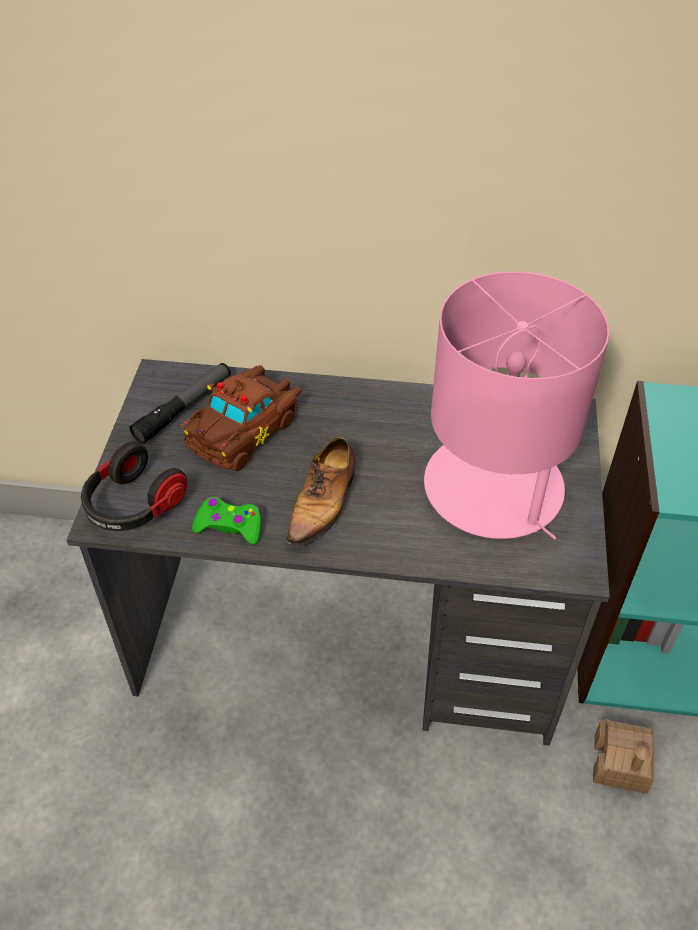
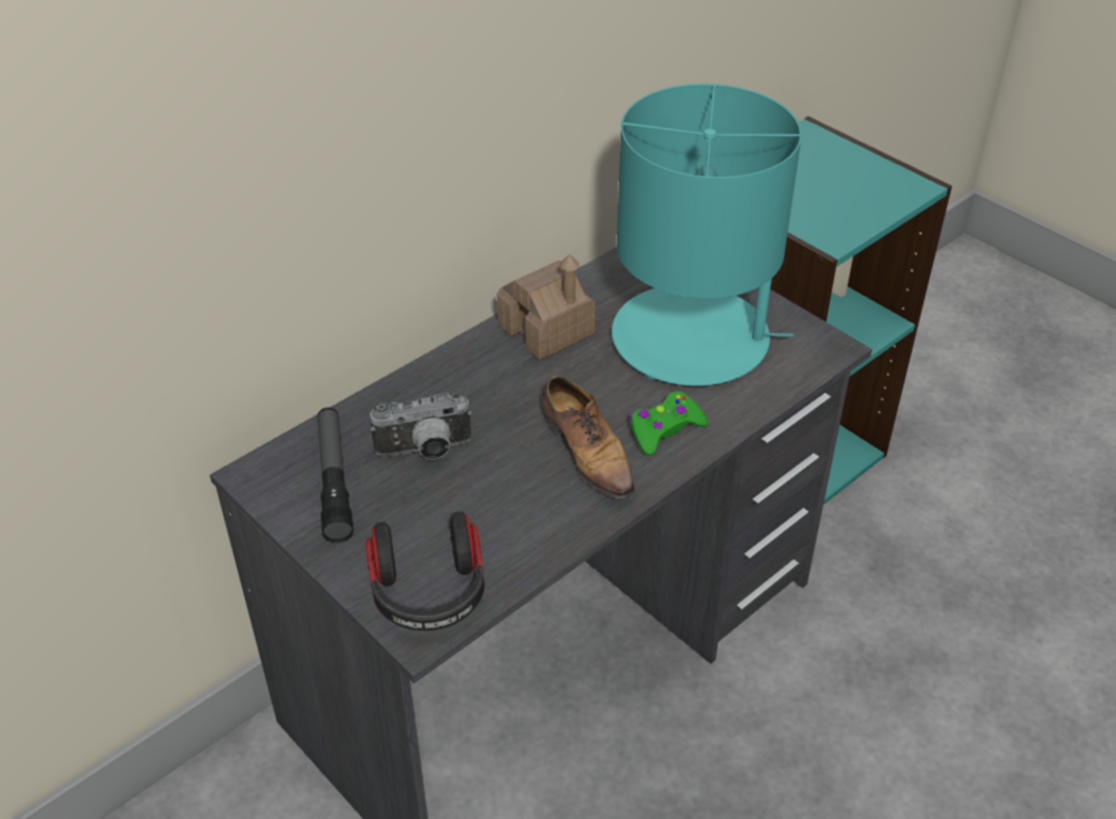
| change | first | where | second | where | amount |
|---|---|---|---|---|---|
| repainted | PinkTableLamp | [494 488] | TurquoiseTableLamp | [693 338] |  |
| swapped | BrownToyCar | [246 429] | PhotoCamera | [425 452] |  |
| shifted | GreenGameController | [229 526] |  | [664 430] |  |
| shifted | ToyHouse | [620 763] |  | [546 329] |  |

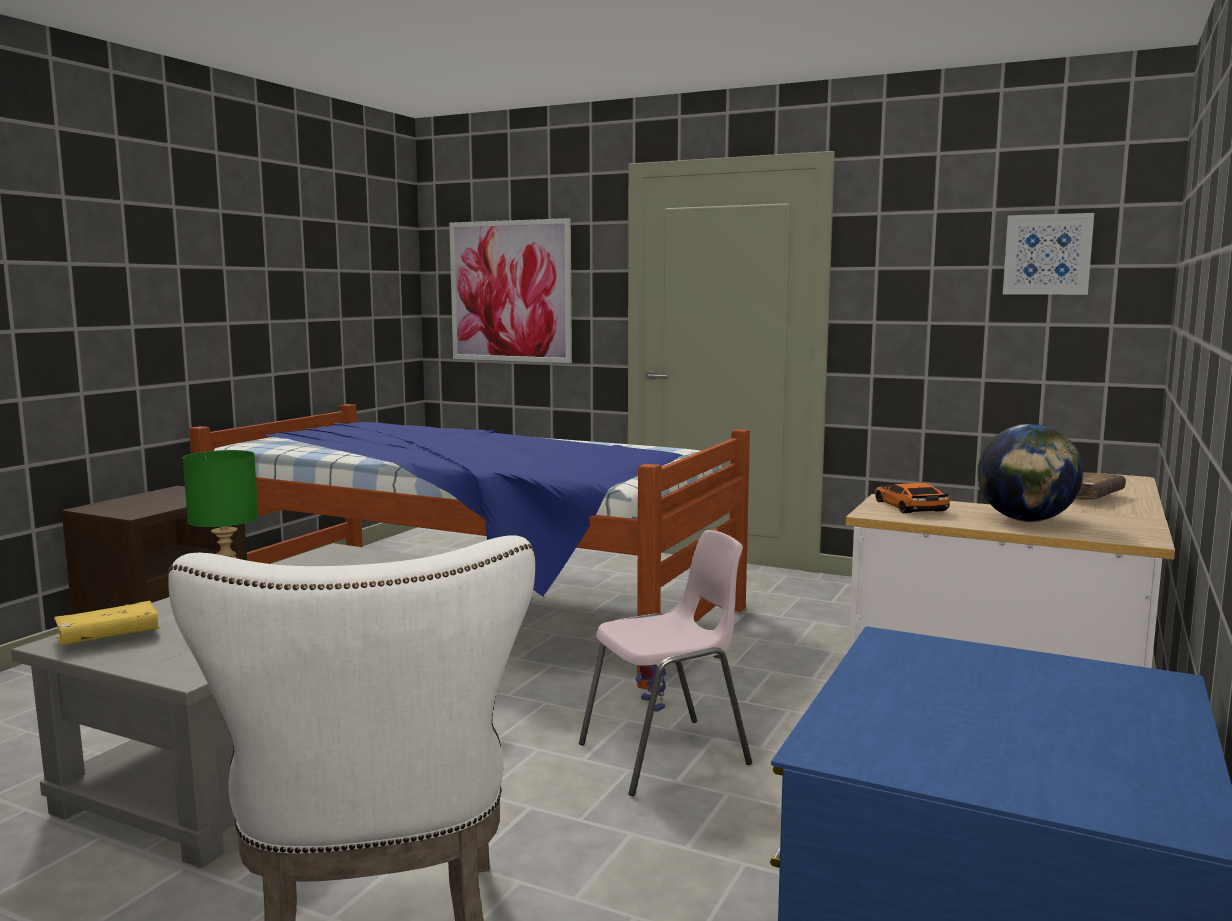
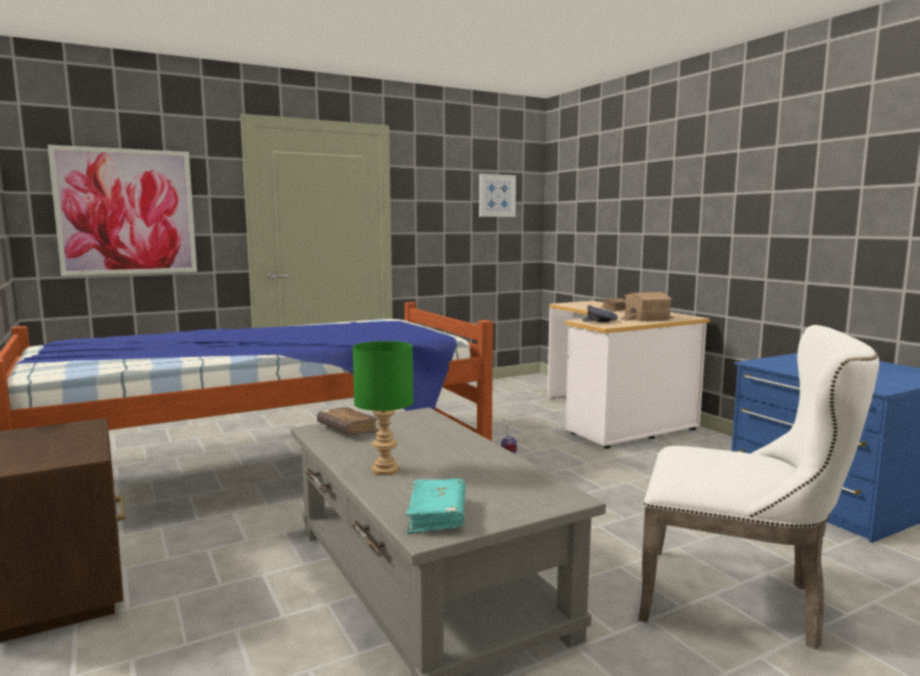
| change | first | where | second | where | amount |
|---|---|---|---|---|---|
| swapped | Globe | [1025 521] | ToyHouse | [647 318] |  |
| swapped | ToyCar | [908 506] | GreyCap | [600 321] |  |
| gone | PinkChair | [667 755] |  |  |  |
| repainted | YellowBook | [108 637] | TurquoiseBook | [437 515] |  |
| new |  |  | BrownBook | [348 429] |  |

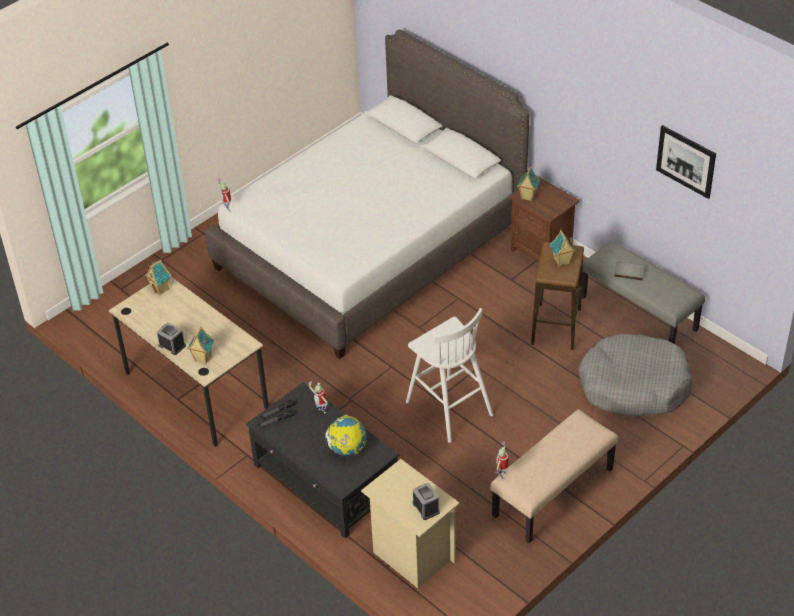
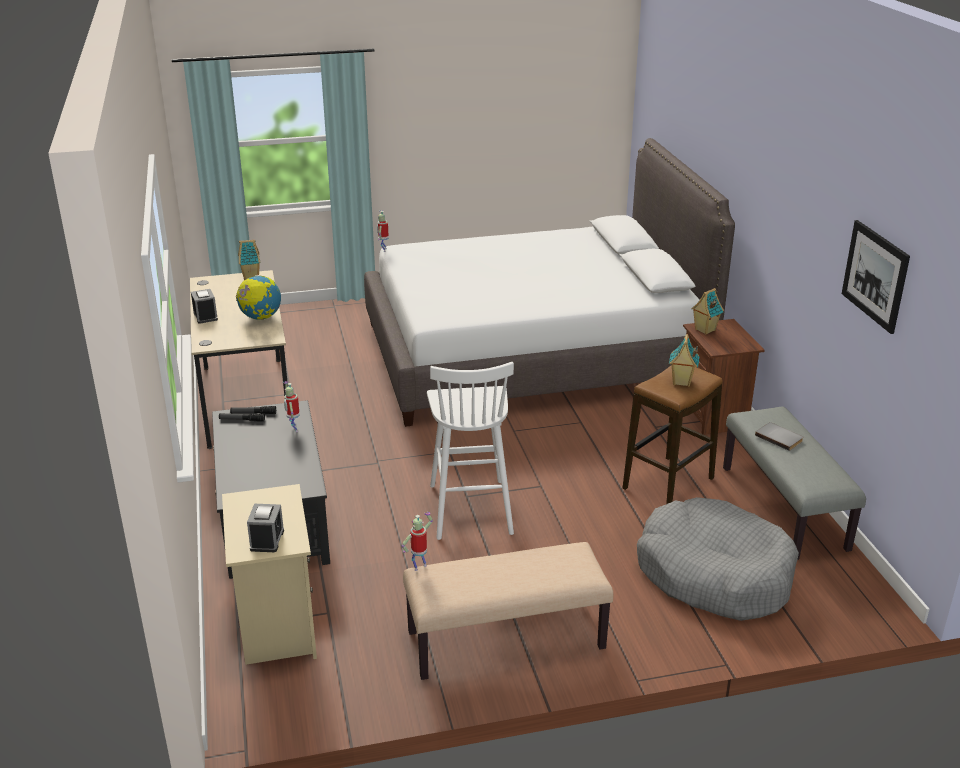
| change | first | where | second | where | amount |
|---|---|---|---|---|---|
| gone | ToyHouse | [202 358] |  |  |  |
| shifted | Globe | [347 449] |  | [260 318] |  |

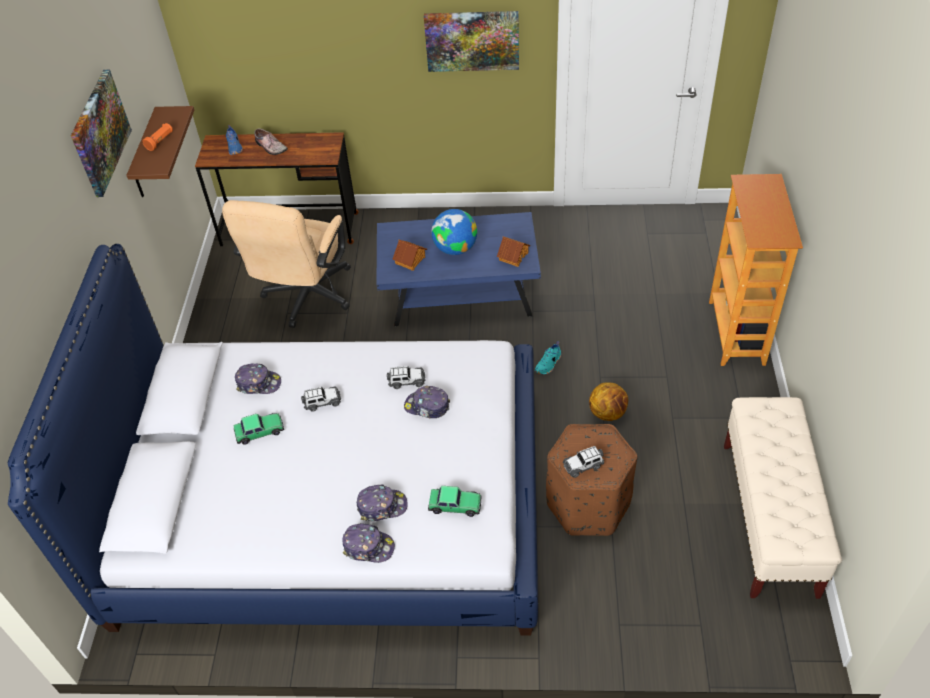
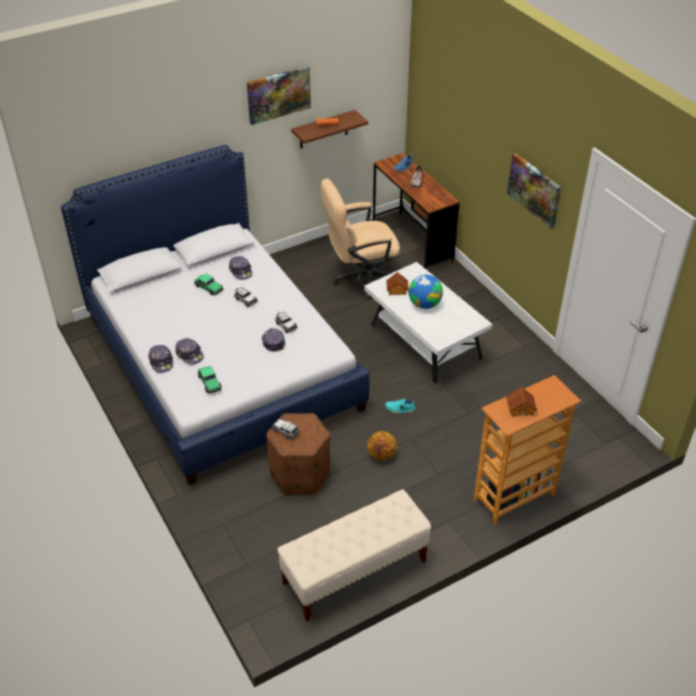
| change | first | where | second | where | amount |
|---|---|---|---|---|---|
| repainted | BlueCoffeeTable | [460 294] | WhiteCoffeeTable | [425 342] |  |
| shifted | ToyHouse | [513 256] |  | [520 408] |  |

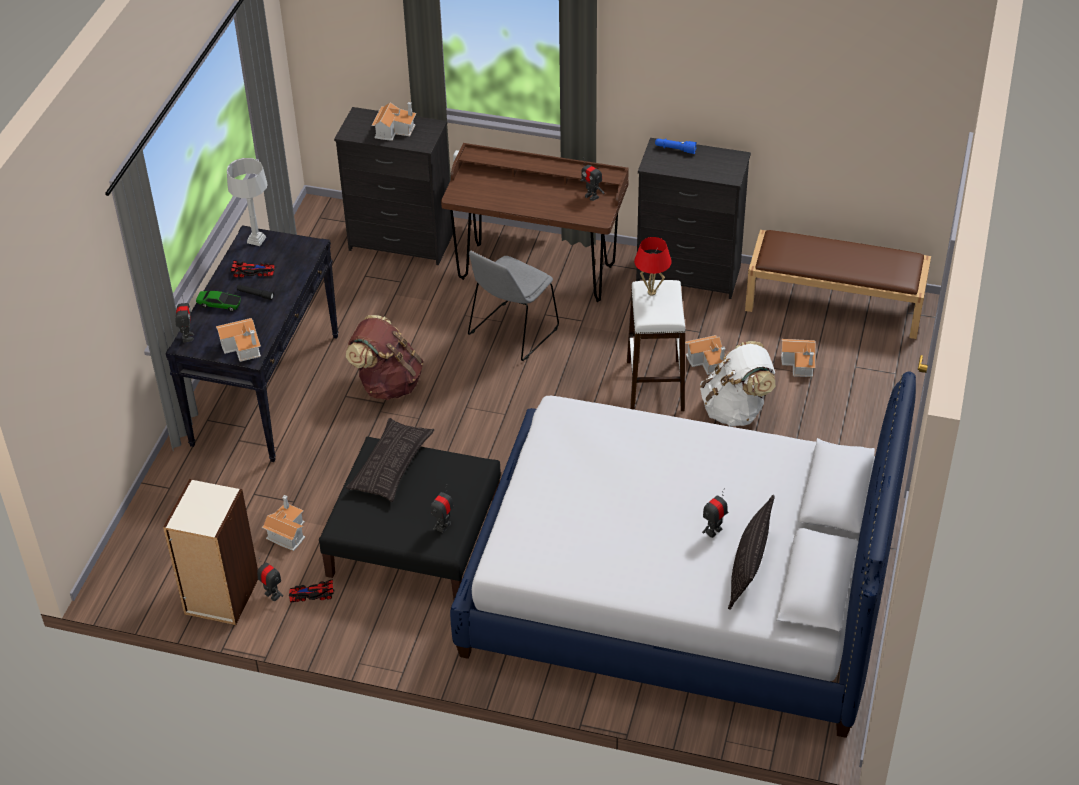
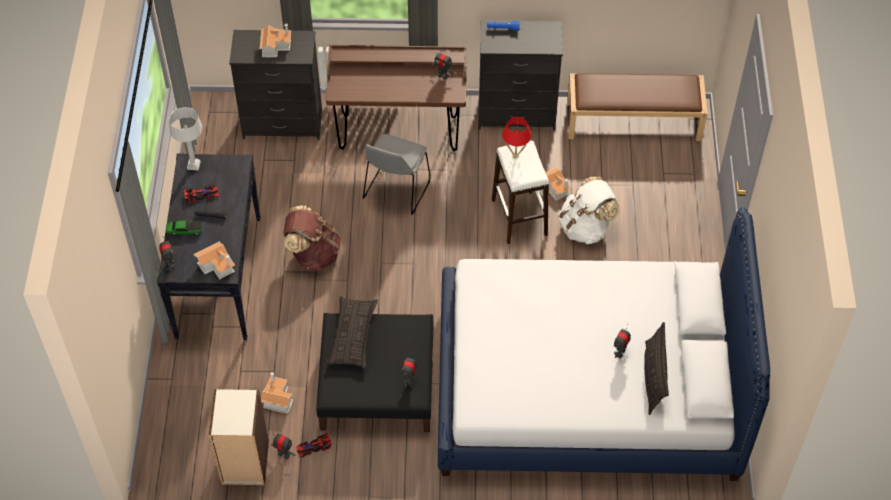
| change | first | where | second | where | amount |
|---|---|---|---|---|---|
| gone | ToyHouse | [800 363] |  |  |  |

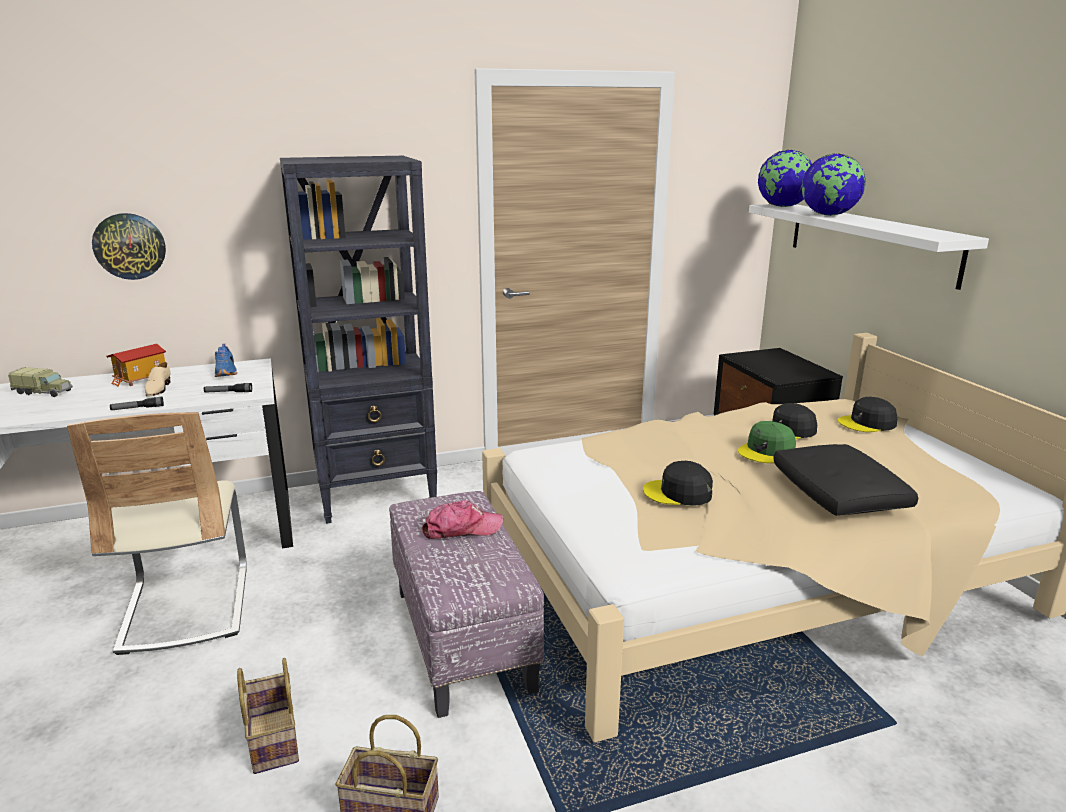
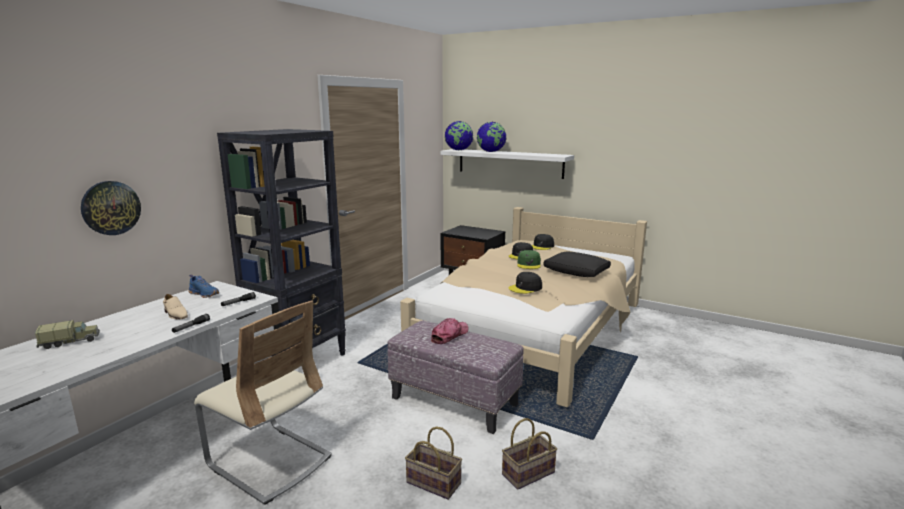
| change | first | where | second | where | amount |
|---|---|---|---|---|---|
| gone | ToyHouse | [141 379] |  |  |  |

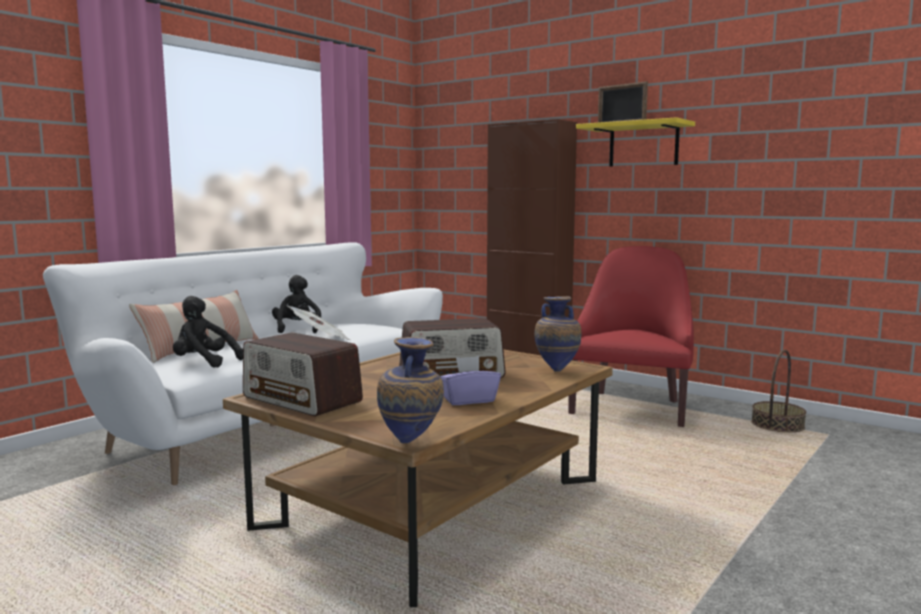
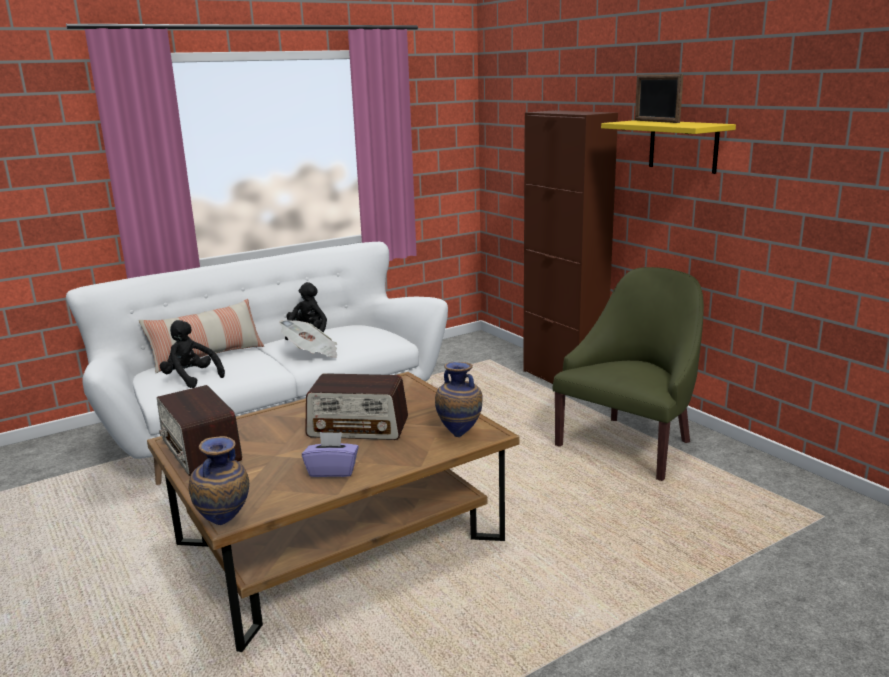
| change | first | where | second | where | amount |
|---|---|---|---|---|---|
| repainted | RedArmchair | [631 407] | GreenArmchair | [630 444] |  |
| gone | Basket | [777 425] |  |  |  |

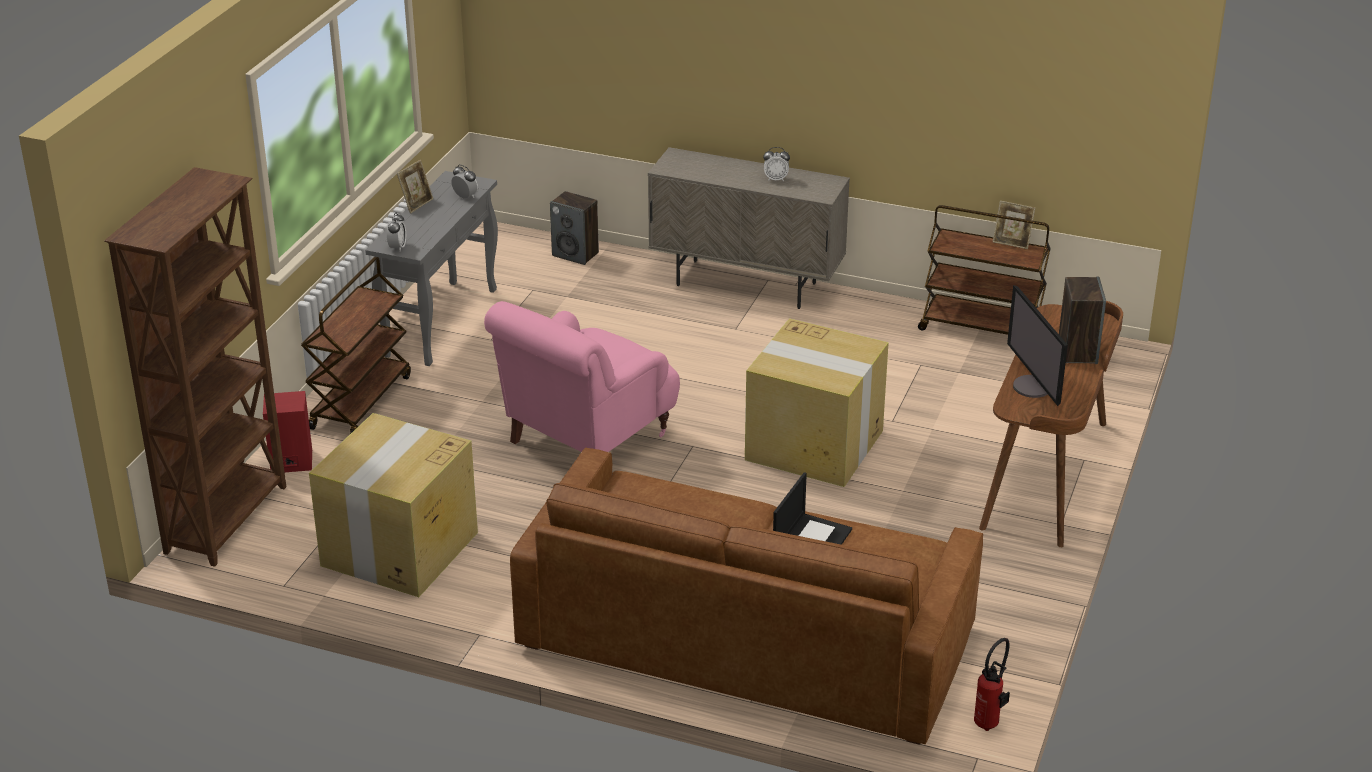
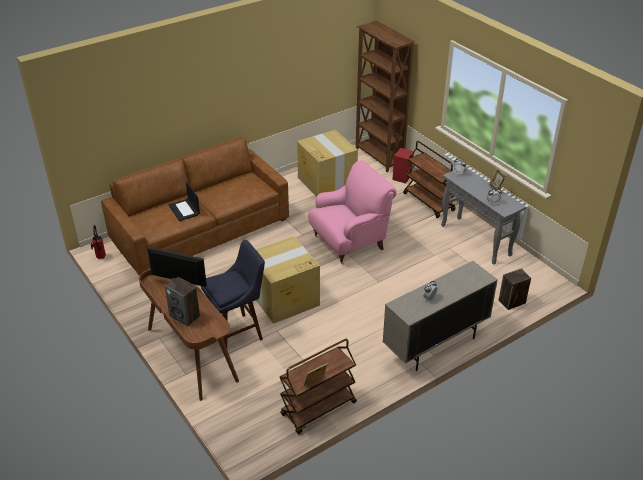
| change | first | where | second | where | amount |
|---|---|---|---|---|---|
| rotated | PinkArmchair | [586 440] |  | [350 243] | 75 degrees clockwise |
| new |  |  | BlueStool | [238 333] |  |

